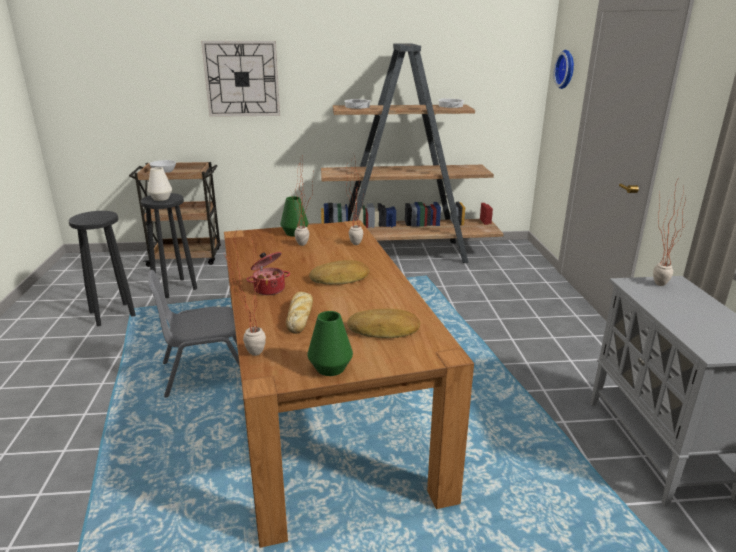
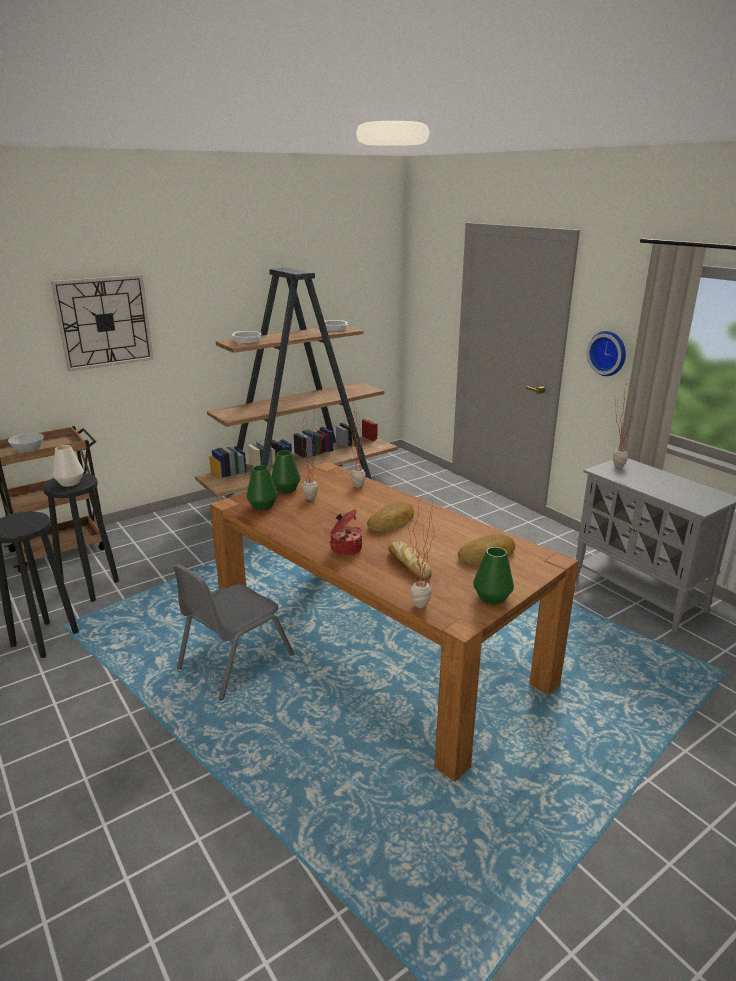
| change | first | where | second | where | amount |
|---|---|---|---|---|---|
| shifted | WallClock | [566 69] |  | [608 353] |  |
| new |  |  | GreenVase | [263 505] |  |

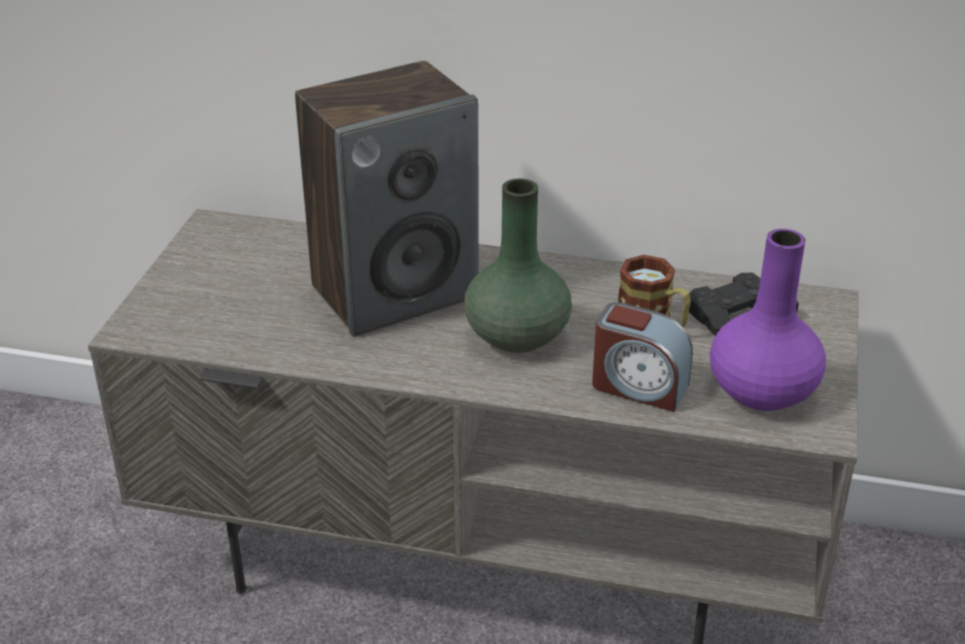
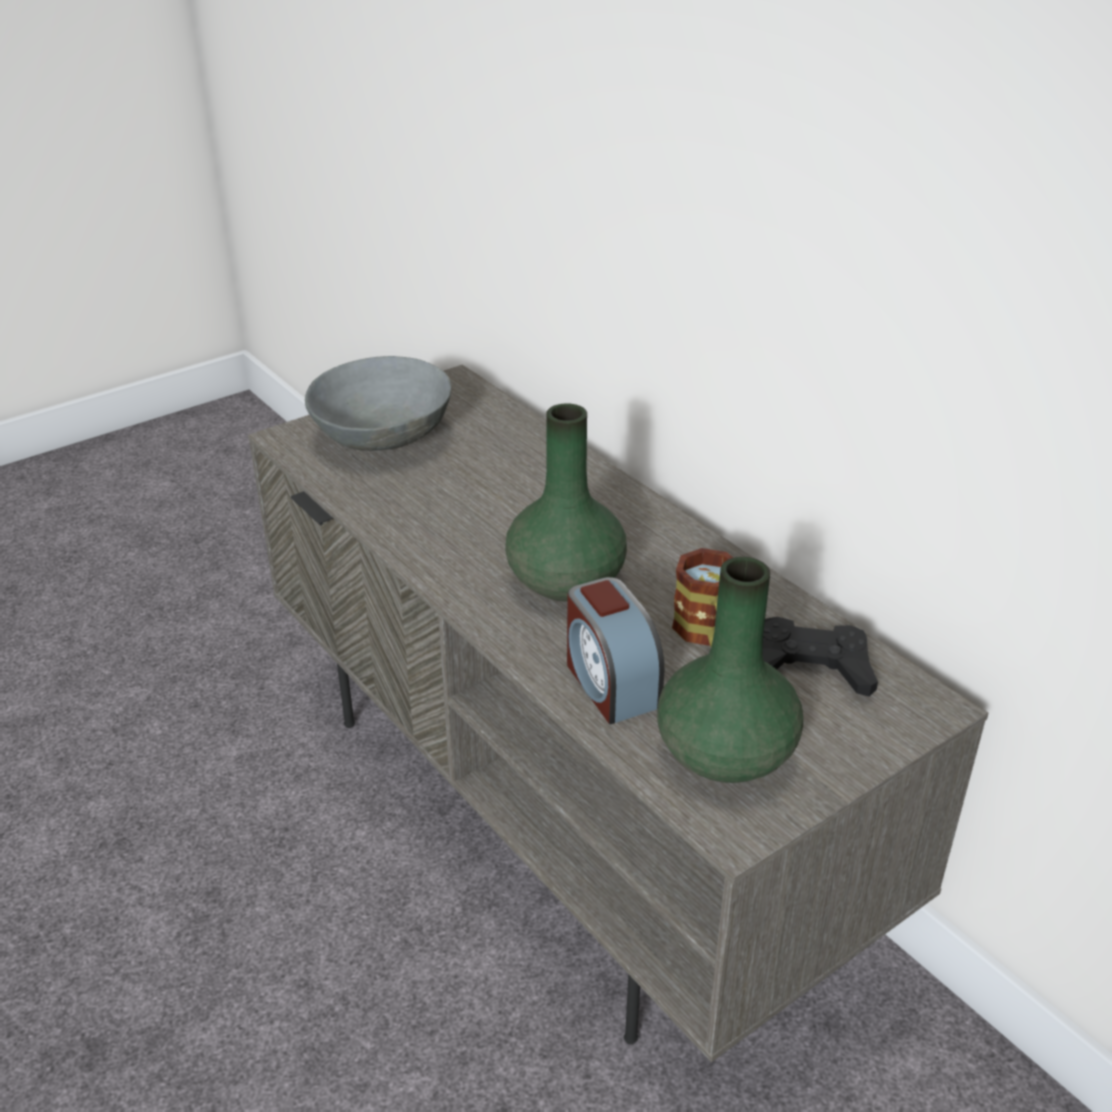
| change | first | where | second | where | amount |
|---|---|---|---|---|---|
| gone | Speaker | [395 291] |  |  |  |
| repainted | PurpleVase | [761 392] | GreenVase | [723 755] |  |
| new |  |  | GreyBowl | [382 435] |  |

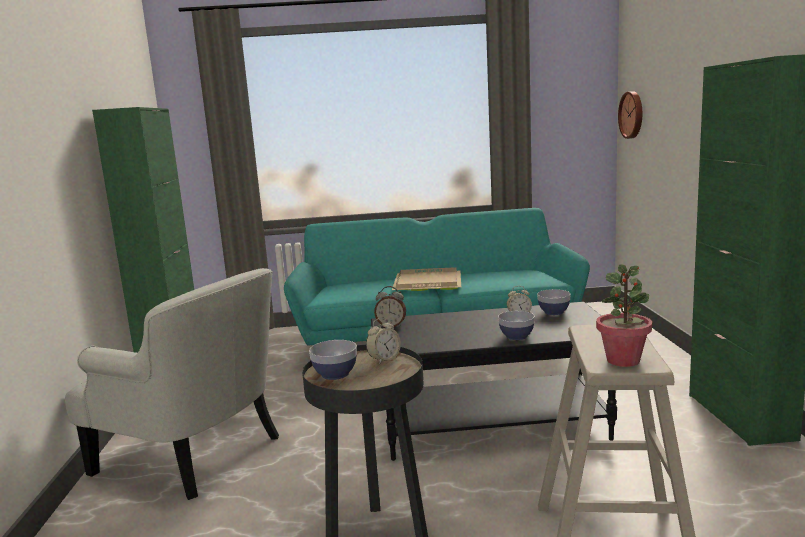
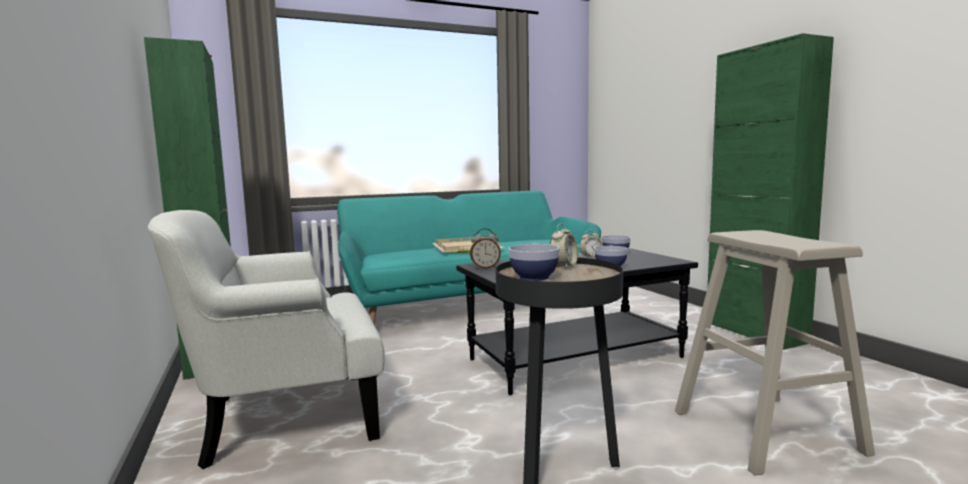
| change | first | where | second | where | amount |
|---|---|---|---|---|---|
| gone | WallClock | [632 115] |  |  |  |
| gone | PottedPlant | [623 360] |  |  |  |
| rotated | WhiteArmchair | [195 453] |  | [285 416] | 150 degrees clockwise |

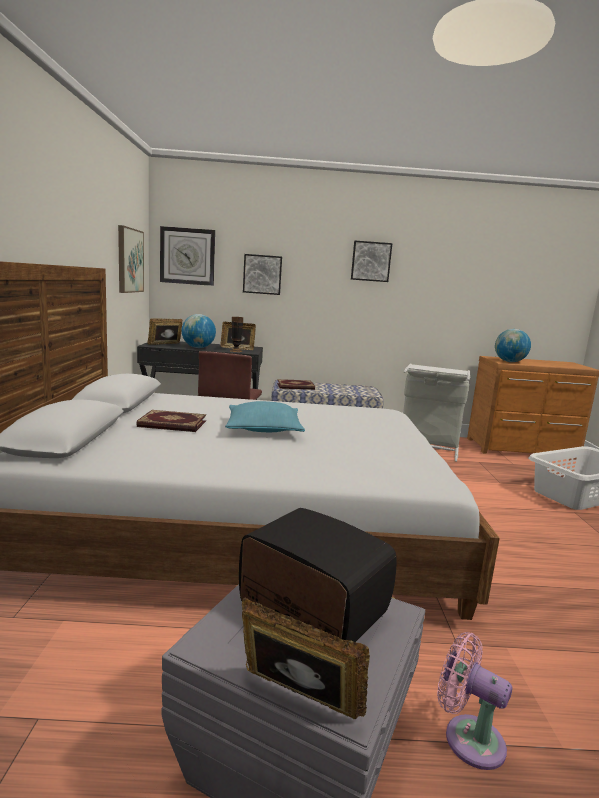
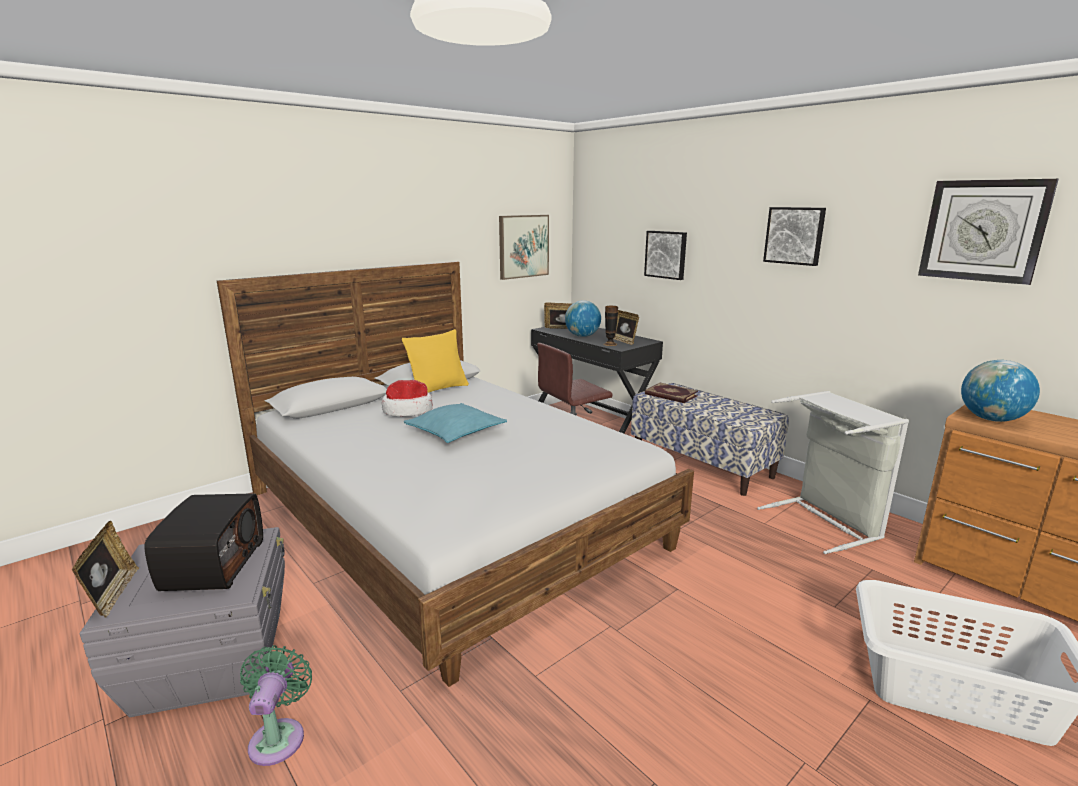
| change | first | where | second | where | amount |
|---|---|---|---|---|---|
| shifted | WallClock | [187 256] |  | [983 230] |  |
| swapped | Book | [172 424] | Hat | [408 410] |  |
| repainted | PinkFan | [468 737] | GreenFan | [279 736] |  |
| new |  |  | YellowPillow | [438 389] |  |

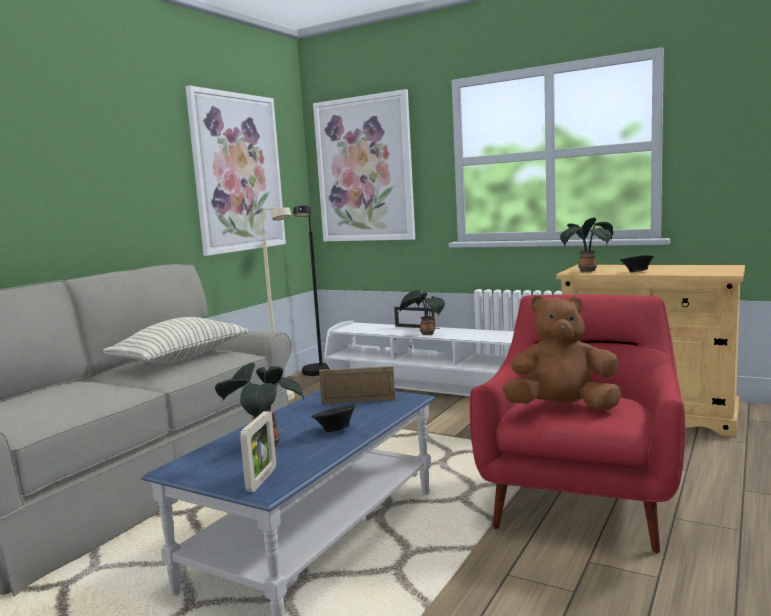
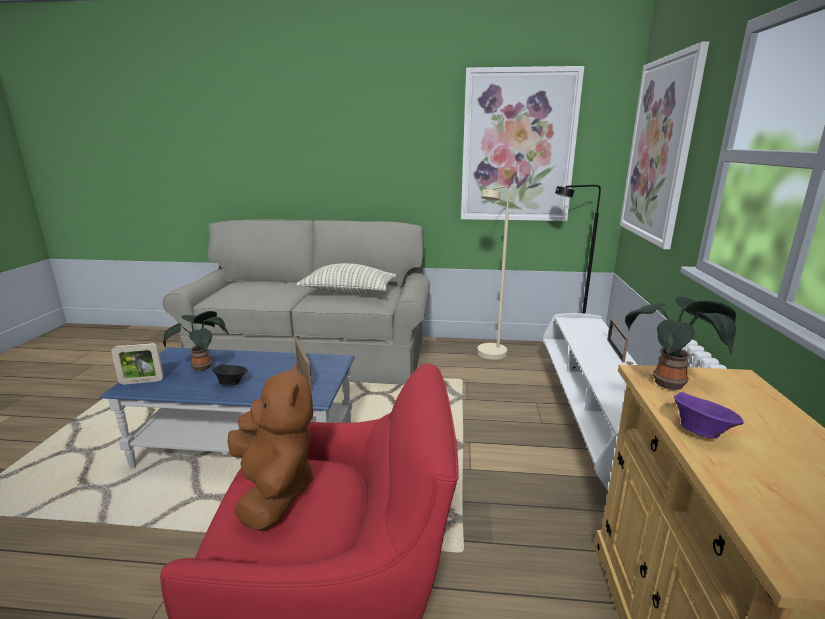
| change | first | where | second | where | amount |
|---|---|---|---|---|---|
| repainted | BlackBowl | [636 272] | PurpleBowl | [700 432] |  |
| gone | PottedPlant | [425 334] |  |  |  |

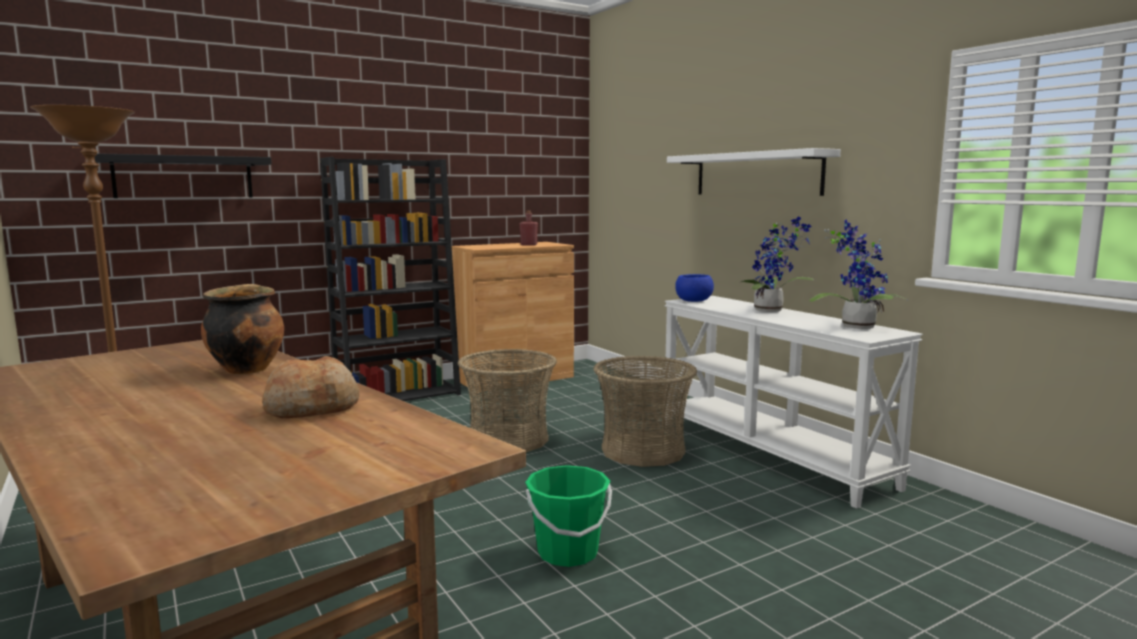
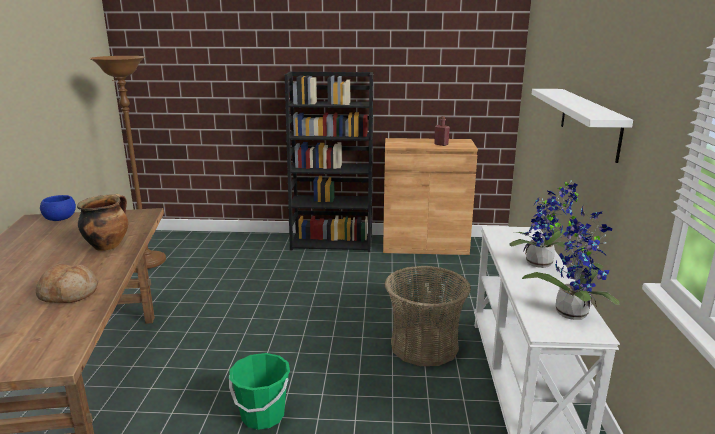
| change | first | where | second | where | amount |
|---|---|---|---|---|---|
| gone | BlackShelf | [184 177] |  |  |  |
| shifted | BlueBowl | [694 301] |  | [60 219] |  |
| gone | Basket | [508 439] |  |  |  |

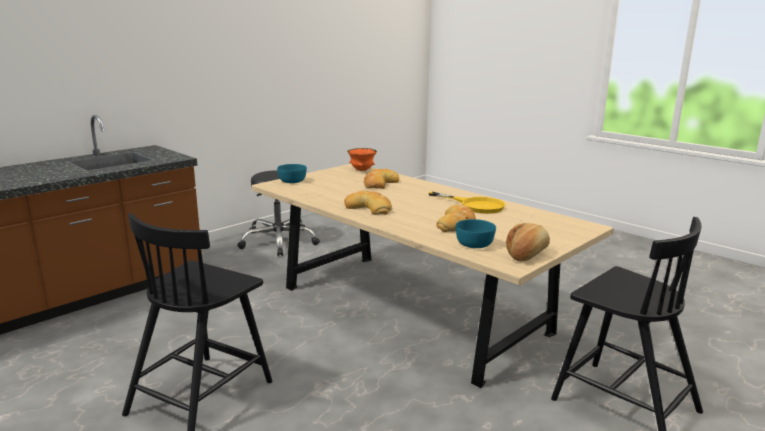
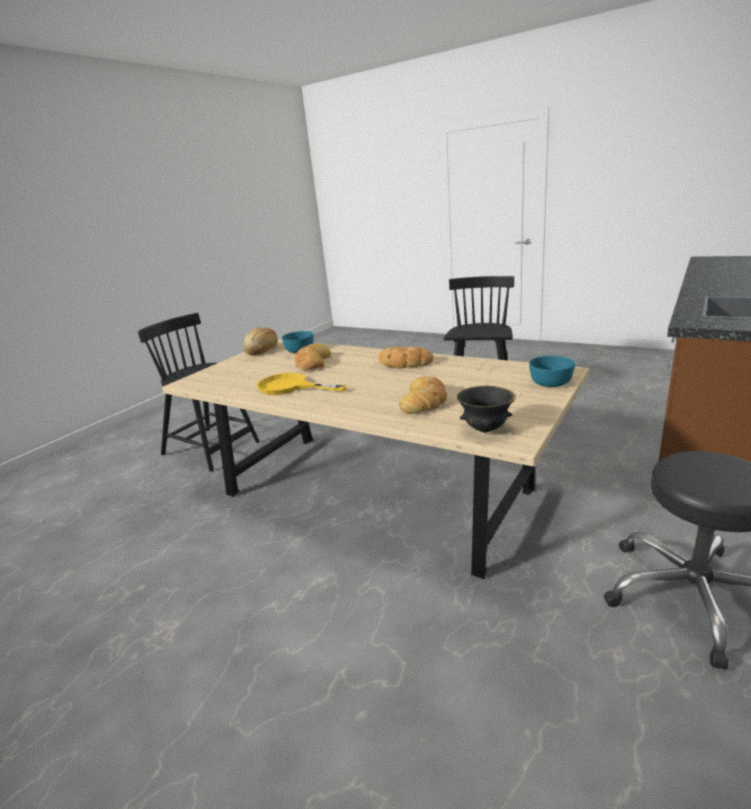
| change | first | where | second | where | amount |
|---|---|---|---|---|---|
| repainted | OrangeBowl | [362 170] | BlackBowl | [485 429] |  |

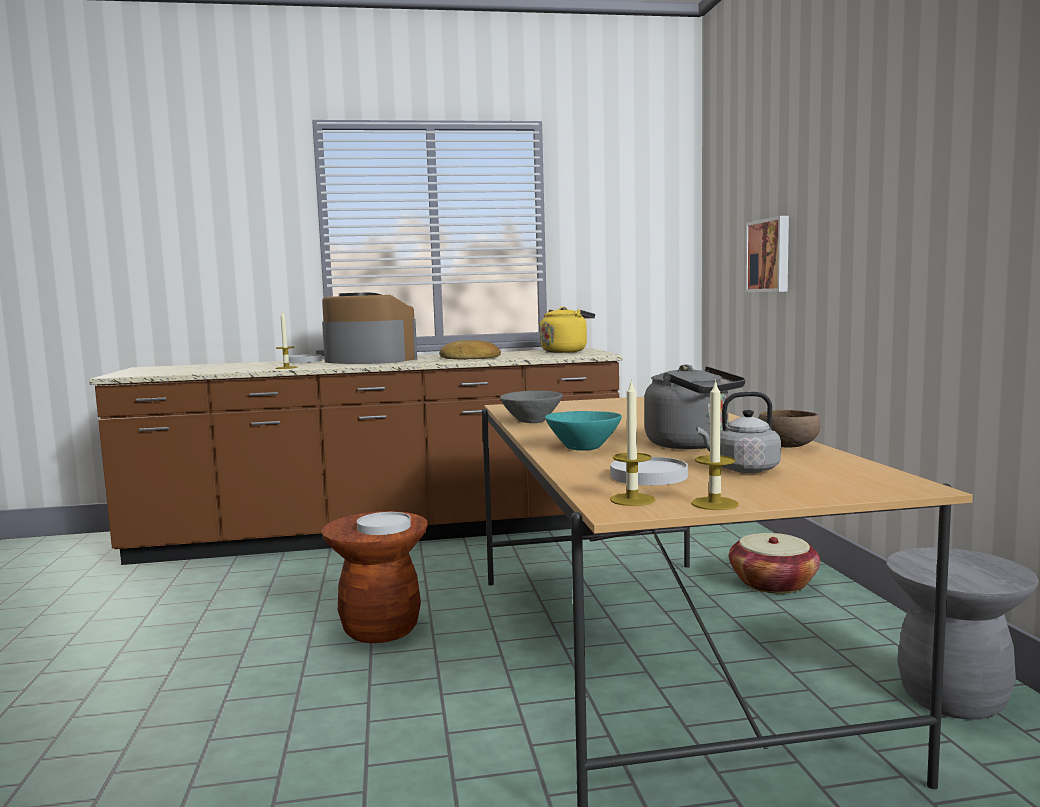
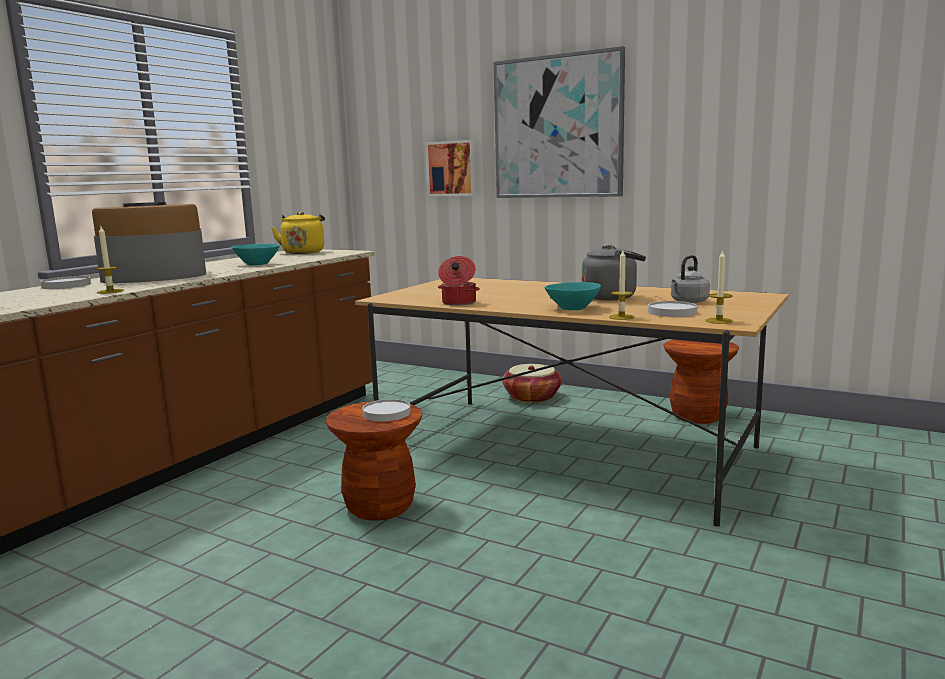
| change | first | where | second | where | amount |
|---|---|---|---|---|---|
| swapped | Bread | [470 358] | TurquoiseBowl | [258 264] |  |
| shifted | Candle | [714 503] |  | [621 317] |  |
| swapped | GreyBowl | [531 421] | CookingPot | [458 303] |  |
| gone | BrownBowl | [787 446] |  |  |  |
| repainted | GreyStool | [952 698] | BrownStool | [697 416] |  |
| new |  |  | Picture | [558 127] |  |

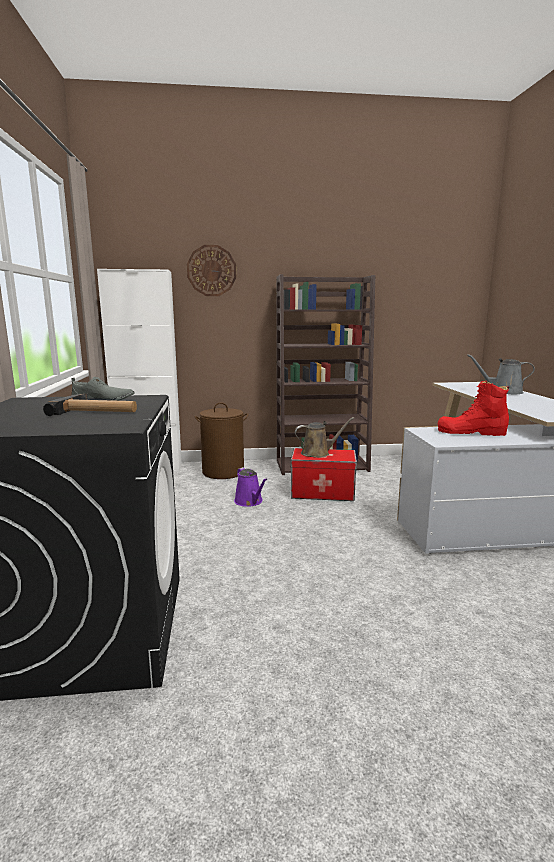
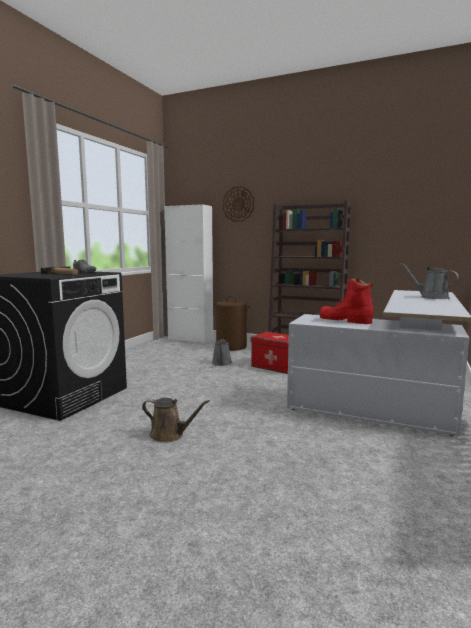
| change | first | where | second | where | amount |
|---|---|---|---|---|---|
| shifted | BrownWateringCan | [318 453] |  | [170 435] |  |
| repainted | PurpleWateringCan | [250 502] | GreyWateringCan | [221 363] |  |

